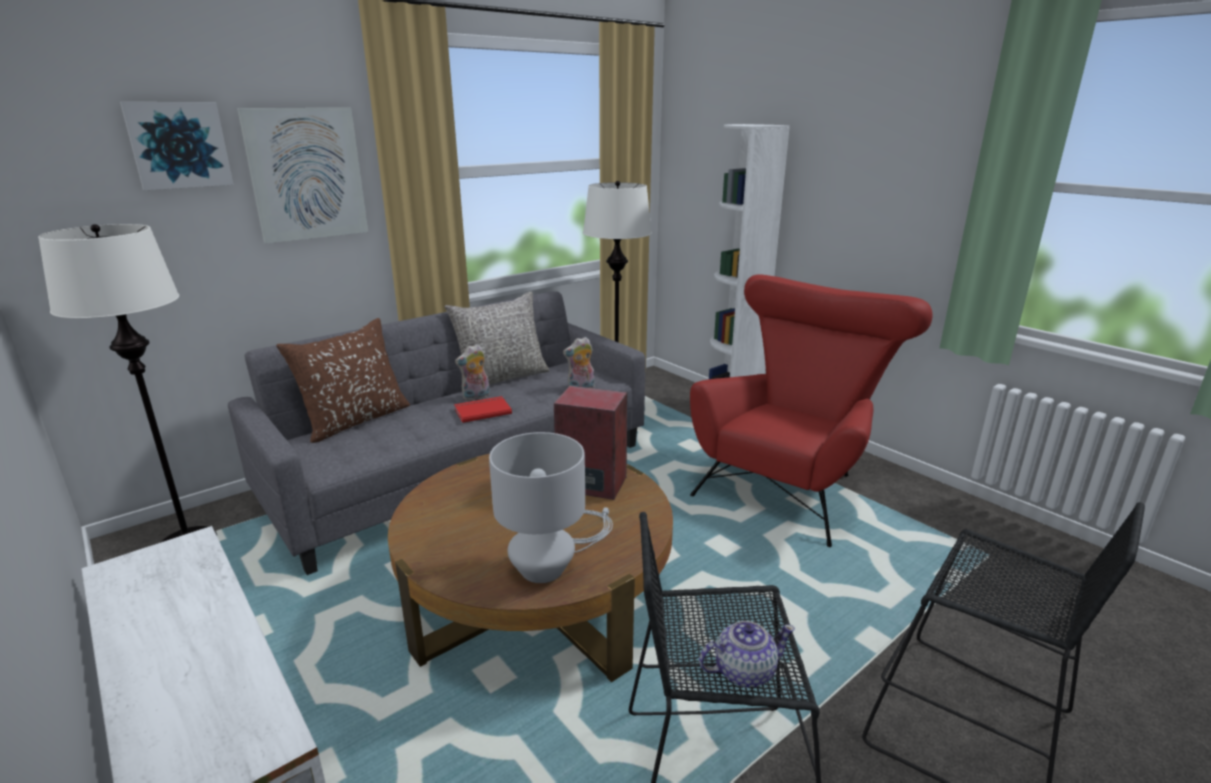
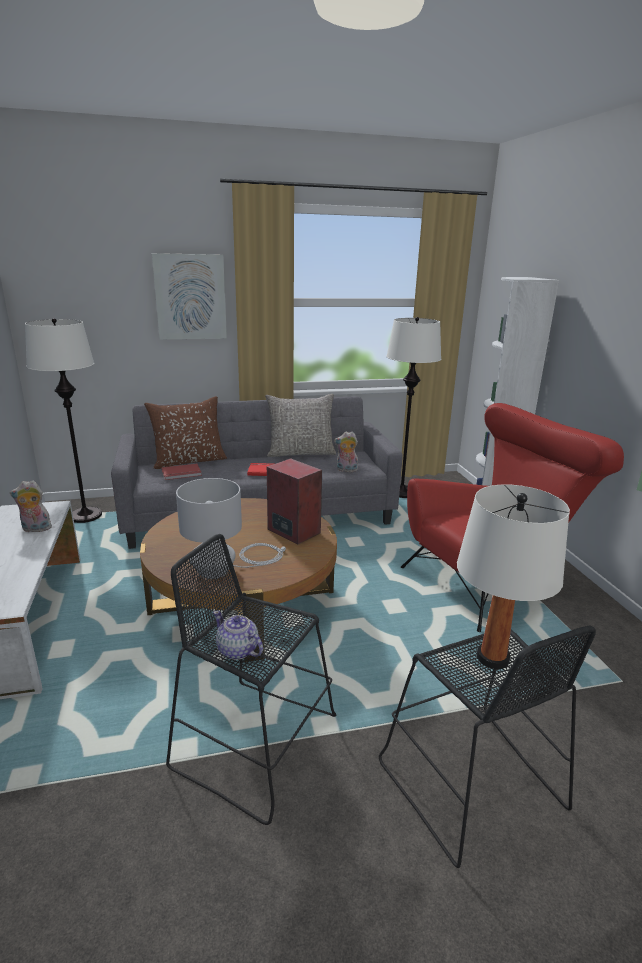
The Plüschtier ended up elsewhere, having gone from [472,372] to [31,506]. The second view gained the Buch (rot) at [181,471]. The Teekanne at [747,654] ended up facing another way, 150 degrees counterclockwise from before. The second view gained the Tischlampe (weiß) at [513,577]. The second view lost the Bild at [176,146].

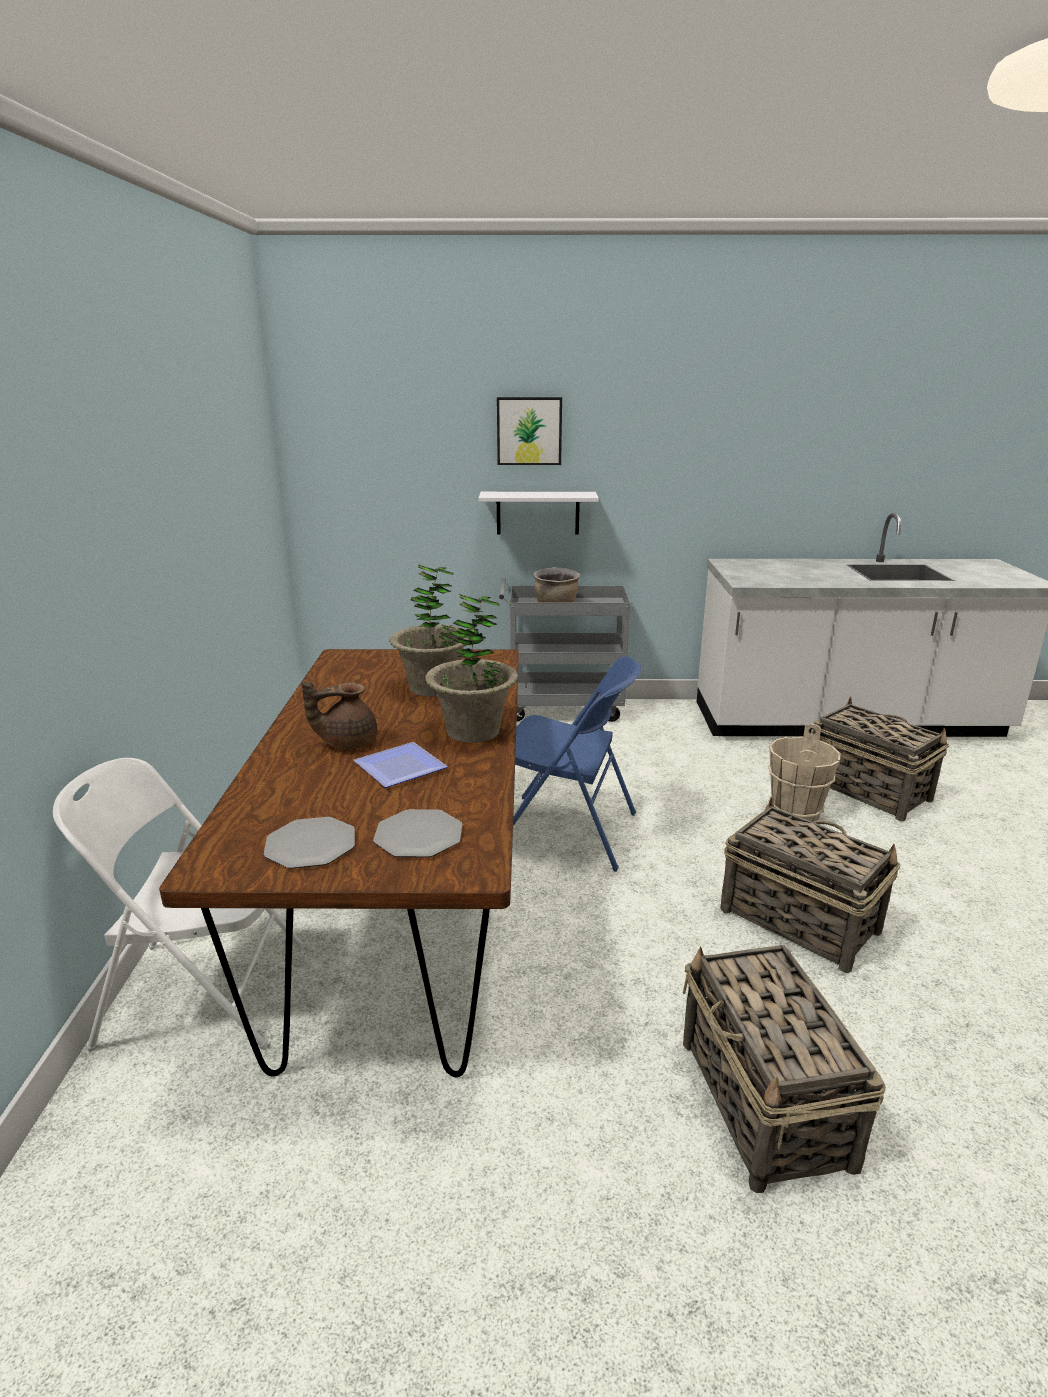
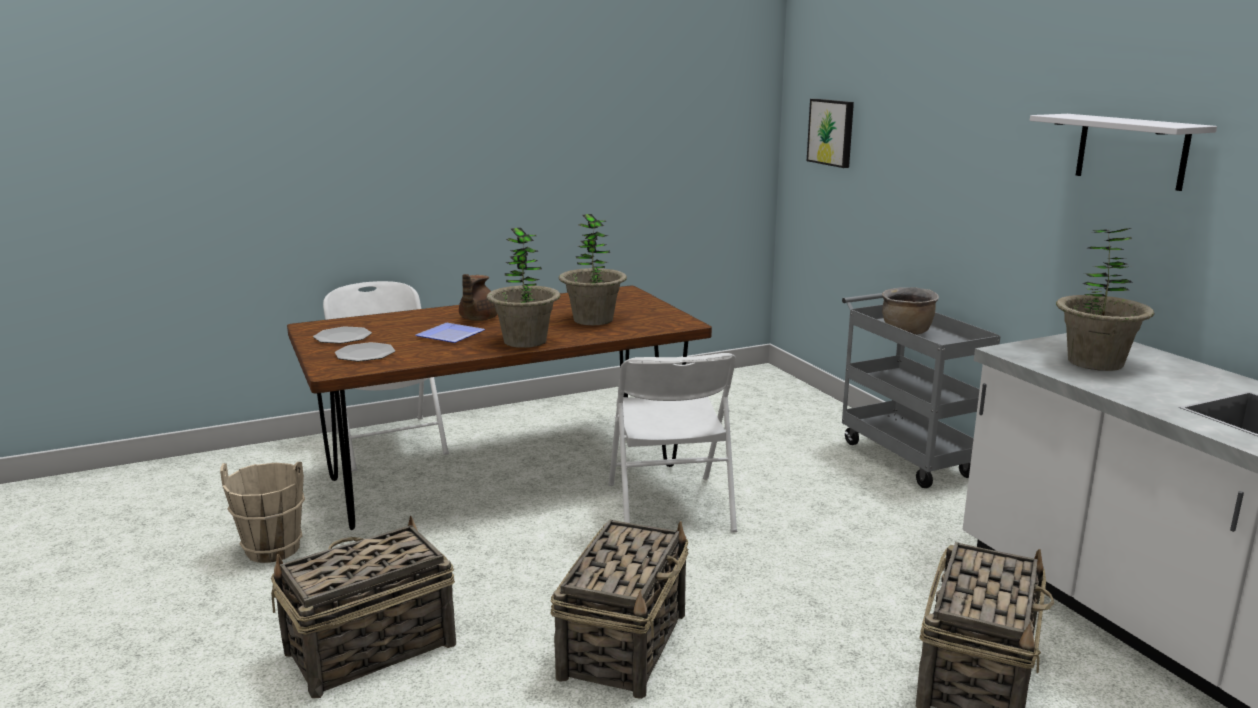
The Eimer (beige) ended up elsewhere, having gone from [804,772] to [262,512]. The Teekanne (braun) at [339,715] ended up facing another way, 120 degrees counterclockwise from before. What was the Stuhl (blau) at [577,764] turned into the Stuhl (weiß) at [672,443]. The Bild ended up elsewhere, having gone from [529,431] to [830,133]. The Wandregal (weiß) ended up elsewhere, having gone from [538,513] to [1123,152]. The second view gained the Topfpflanze at [1105,299].

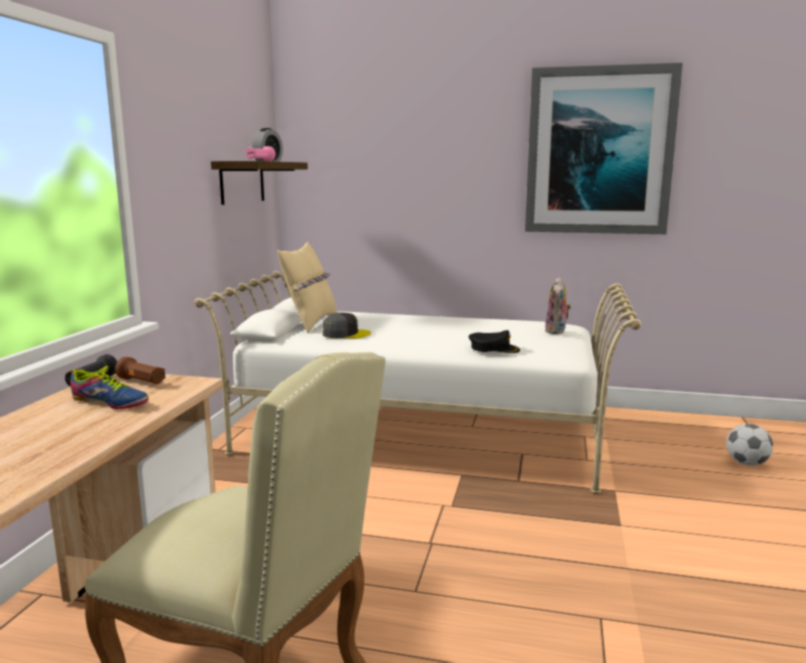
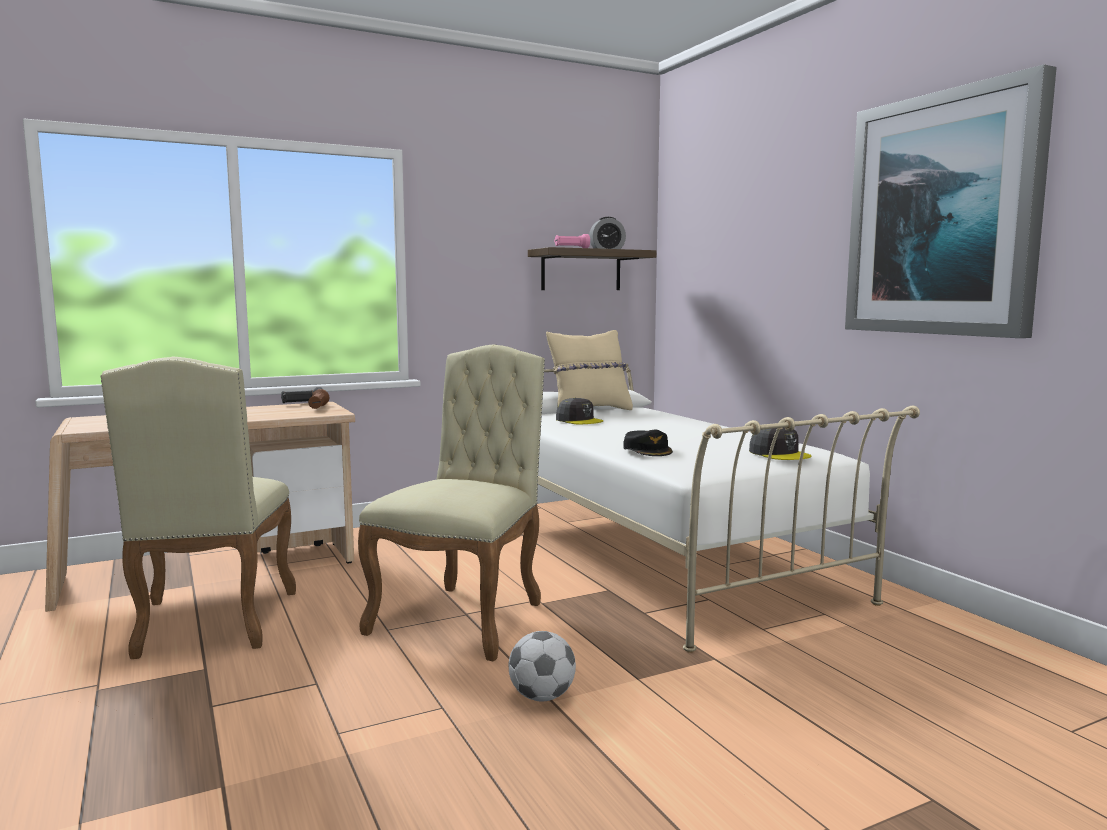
The second view gained the Stuhl (beige) at [451,502]. The Fußball ended up elsewhere, having gone from [749,445] to [542,666]. Where the Plüschtier stood at [558,305], the Kappe (grau) came to stand at [780,443]. The second view lost the Schuh at [109,387].

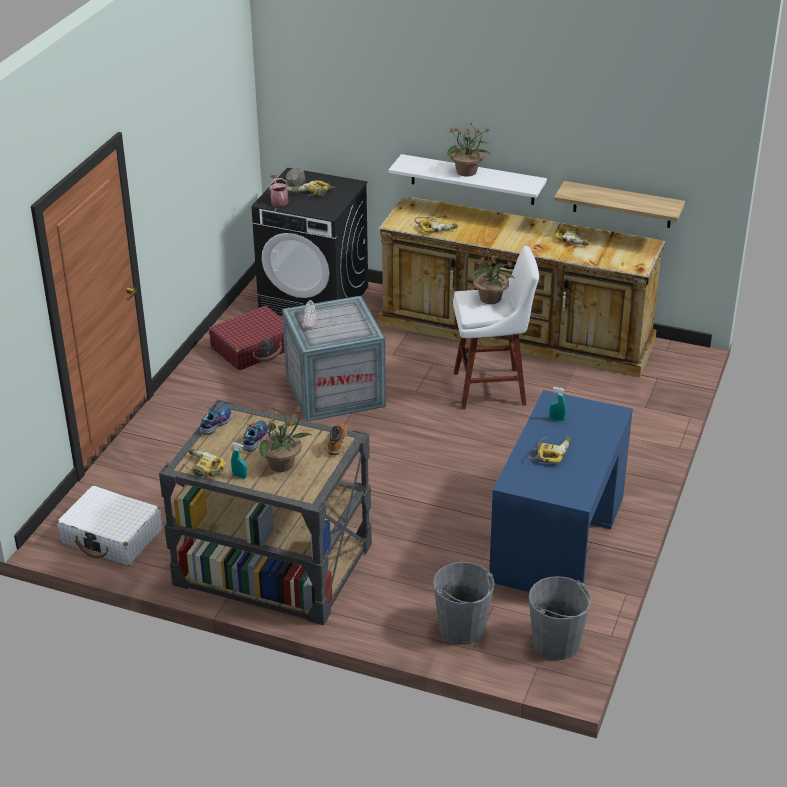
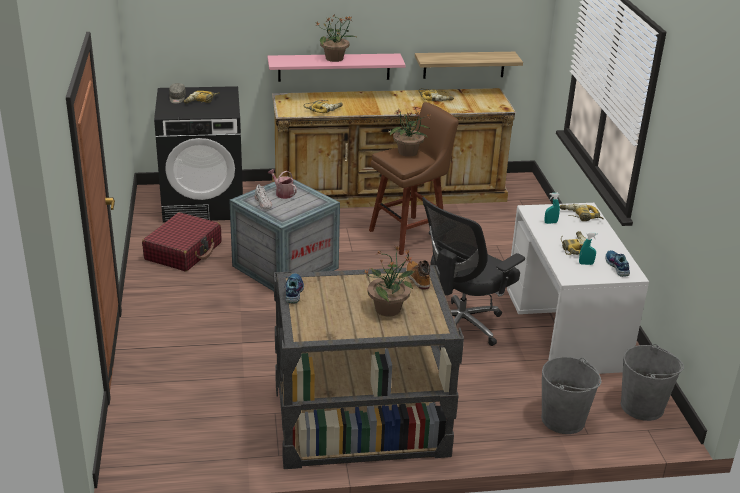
What was the Wandregal (weiß) at [467,179] turned into the Wandregal (rosa) at [337,68]. The Gießkanne ended up elsewhere, having gone from [279,190] to [282,184]. What was the Hocker (weiß) at [496,327] turned into the Hocker (braun) at [414,178]. The second view gained the Bürostuhl at [473,273]. What was the Schreibtisch (blau) at [561,491] turned into the Schreibtisch (weiß) at [578,288]. The Bohrmaschine ended up elsewhere, having gone from [204,464] to [581,212]. The Sprühflasche (türkis) ended up elsewhere, having gone from [239,461] to [588,248]. The Schuh ended up elsewhere, having gone from [255,436] to [617,263]. The second view lost the Koffer (weiß) at [109,526].

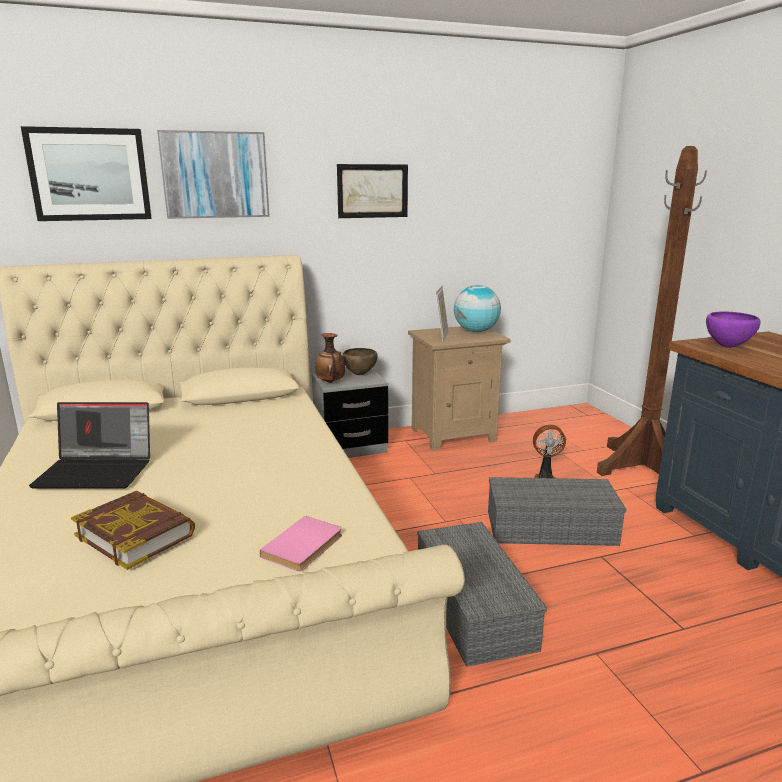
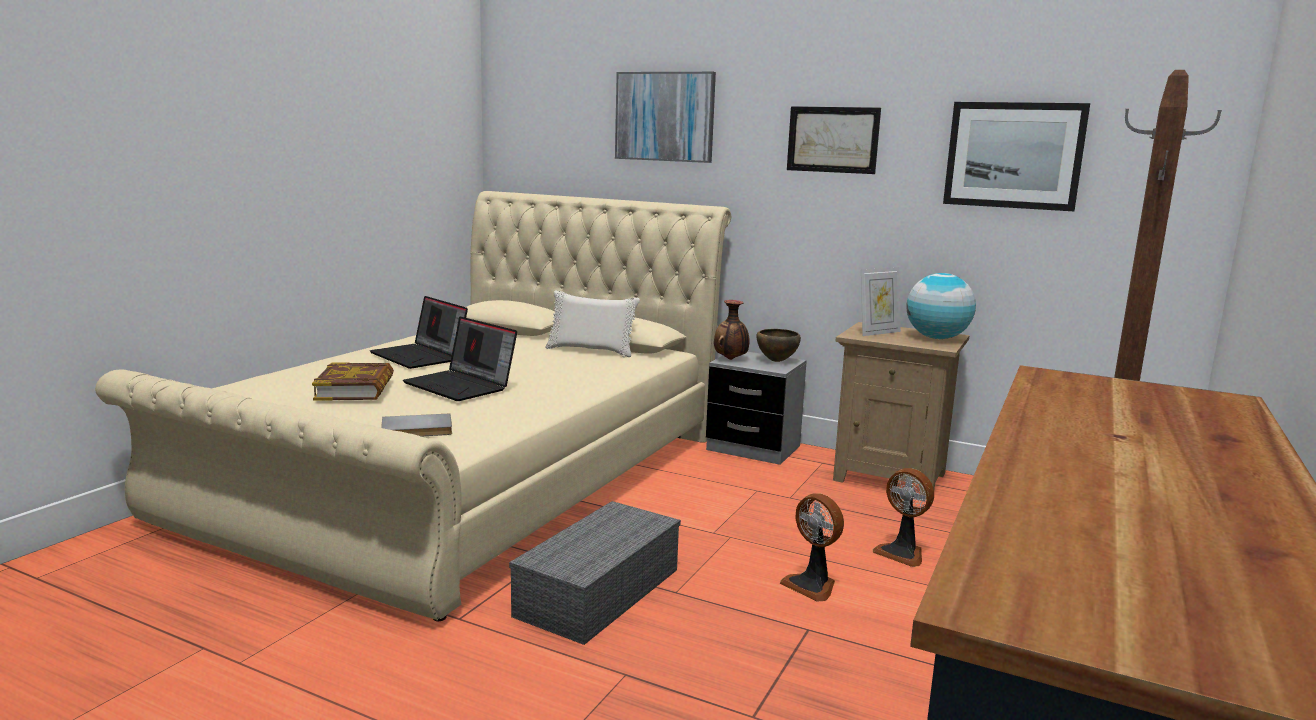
What was the Buch (rosa) at [300,543] turned into the Buch (grau) at [416,425]. The second view gained the Laptop at [460,359]. The second view gained the Kissen (weiß) at [593,324]. Where the Aufbewahrungsbox (grau) stood at [557,511], the Ventilator came to stand at [812,547]. The Bild ended up elsewhere, having gone from [86,173] to [1016,156]. The second view lost the Schüssel (lila) at [733,329].

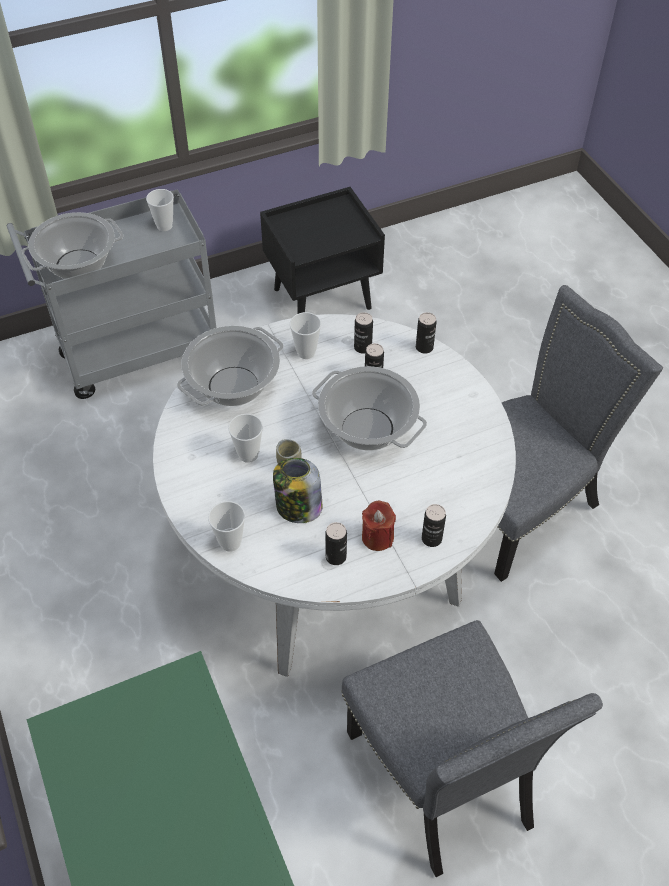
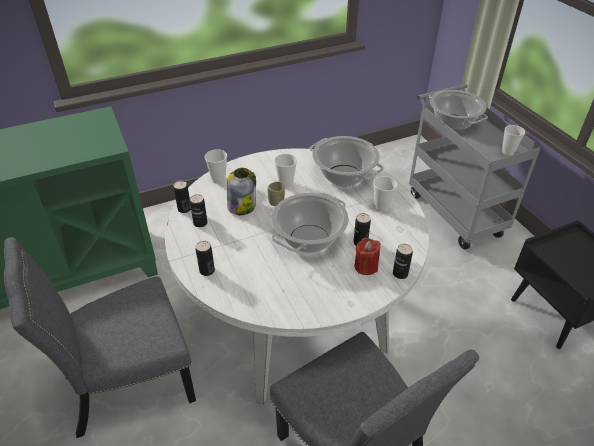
The Dose ended up elsewhere, having gone from [363,332] to [182,197]. The Kerze (rot) ended up elsewhere, having gone from [379,526] to [367,256].

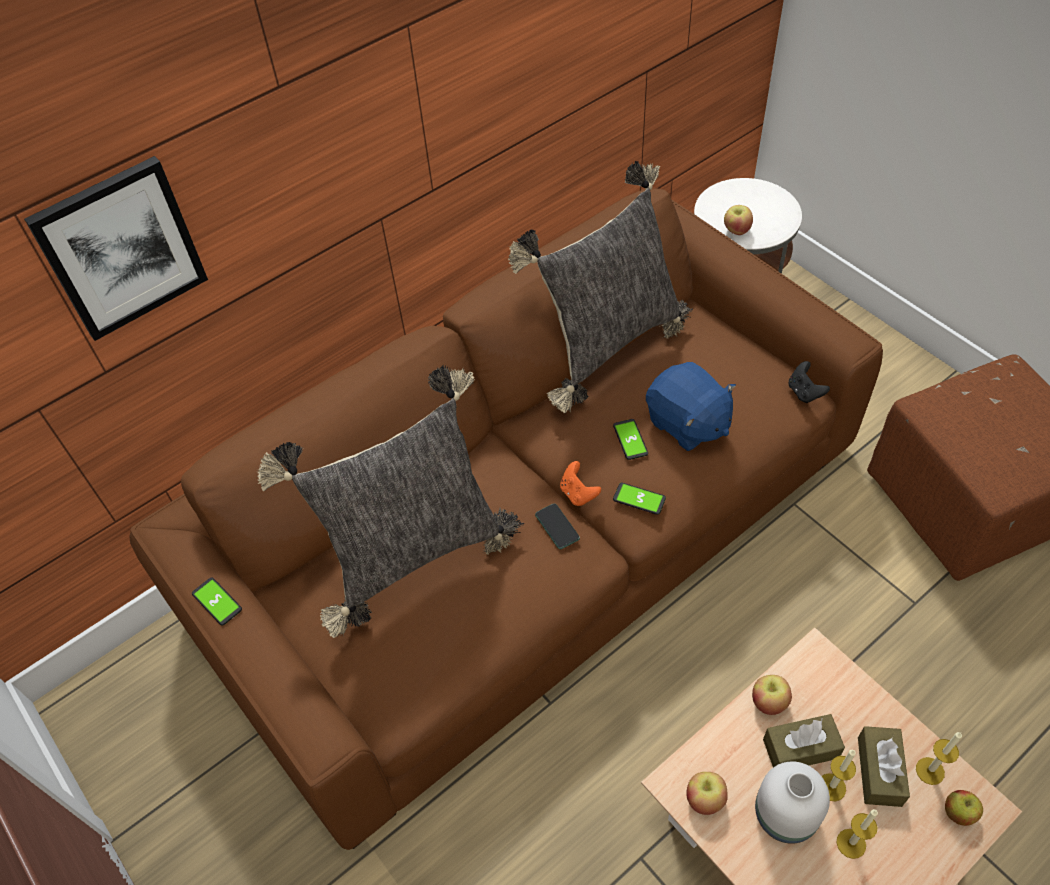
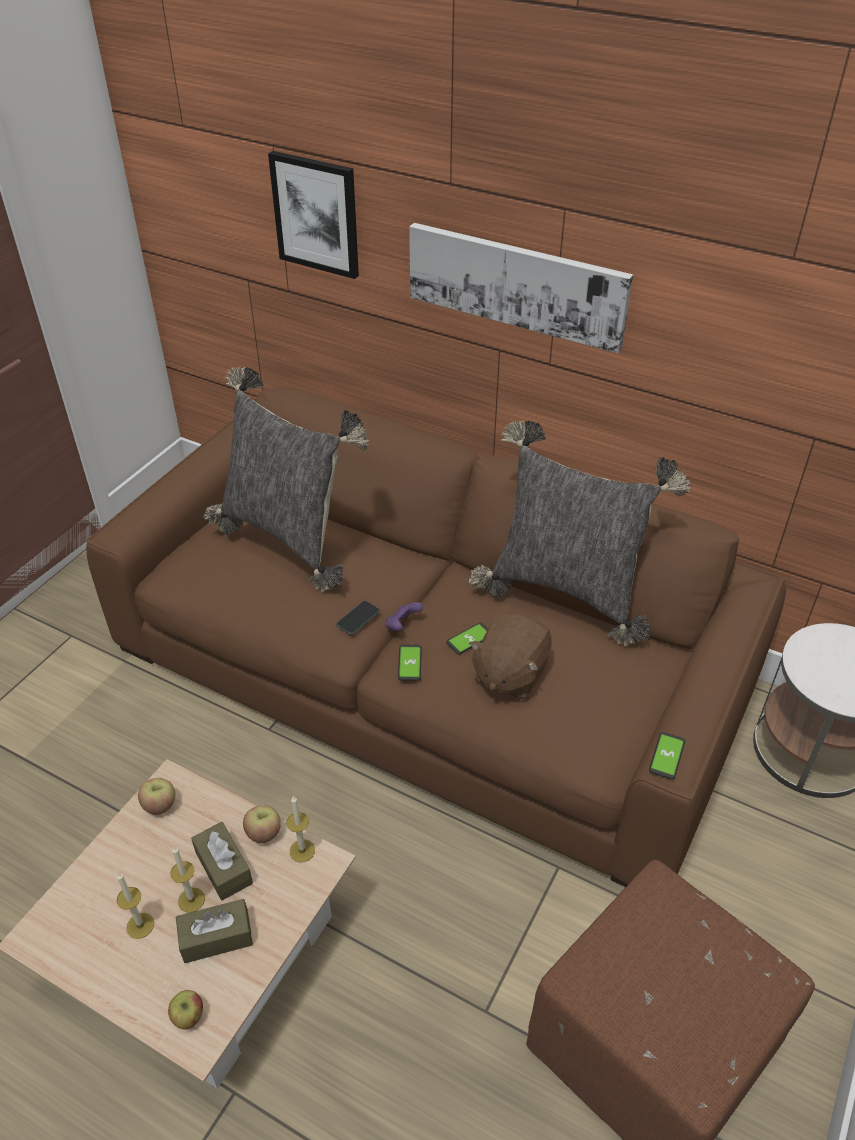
The Kerze ended up elsewhere, having gone from [939,758] to [300,829]. What was the Gamepad (orange) at [580,483] turned into the Gamepad (lila) at [404,616]. The second view gained the Bild at [521,288]. What was the Plüschtier (blau) at [691,406] turned into the Plüschtier (braun) at [510,656]. The Handy ended up elsewhere, having gone from [217,602] to [667,755]. The second view lost the Apfel at [738,220]. The second view lost the Vase (weiß) at [792,802]. The second view lost the Gamepad (schwarz) at [809,382].

